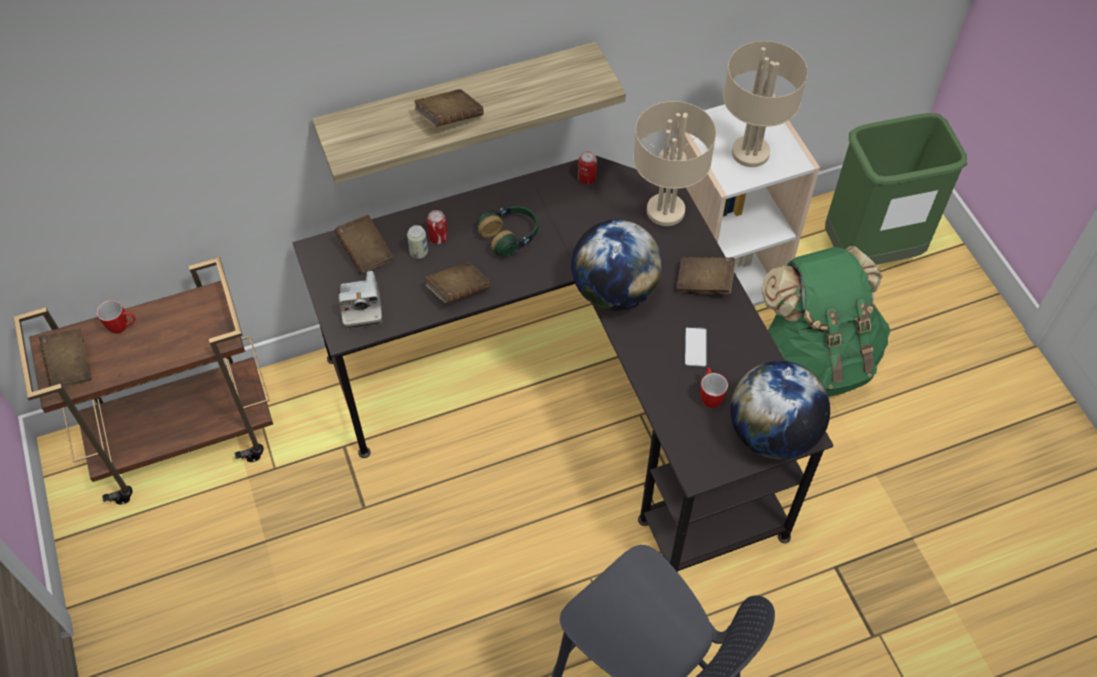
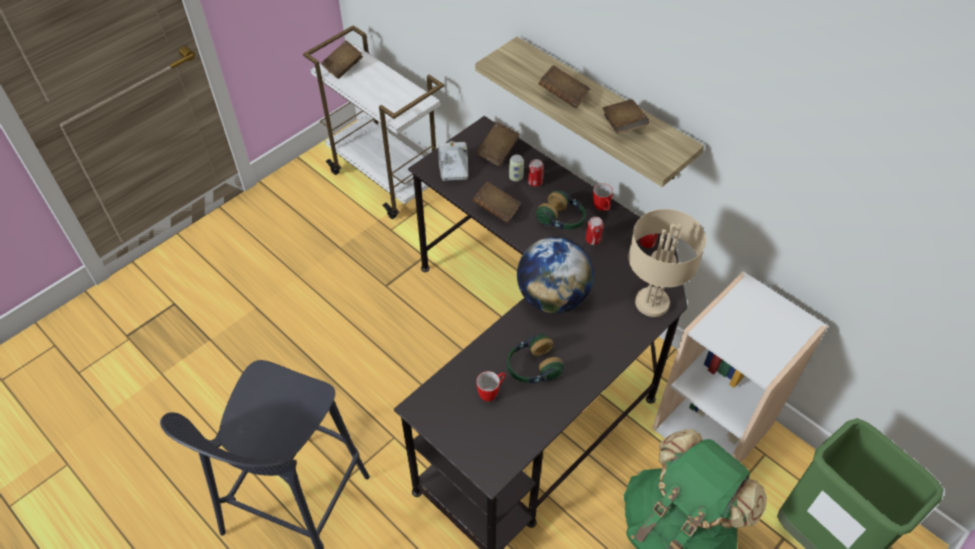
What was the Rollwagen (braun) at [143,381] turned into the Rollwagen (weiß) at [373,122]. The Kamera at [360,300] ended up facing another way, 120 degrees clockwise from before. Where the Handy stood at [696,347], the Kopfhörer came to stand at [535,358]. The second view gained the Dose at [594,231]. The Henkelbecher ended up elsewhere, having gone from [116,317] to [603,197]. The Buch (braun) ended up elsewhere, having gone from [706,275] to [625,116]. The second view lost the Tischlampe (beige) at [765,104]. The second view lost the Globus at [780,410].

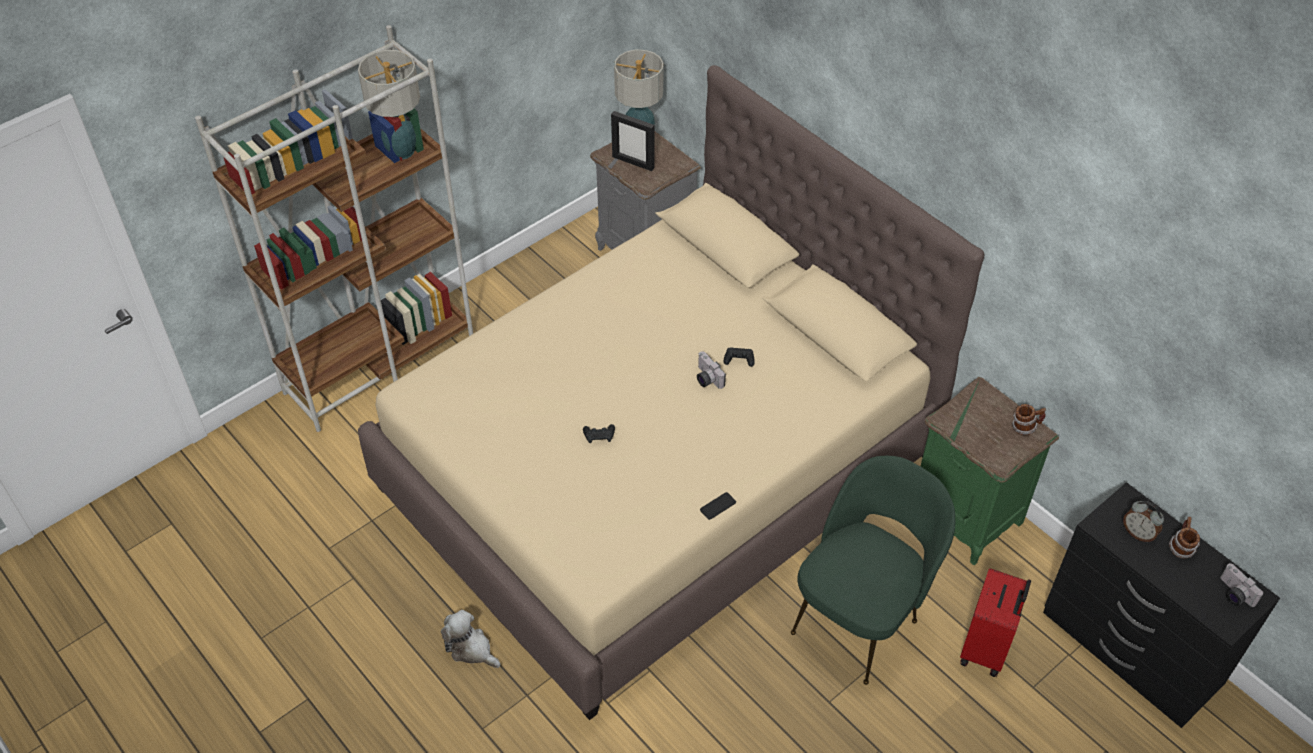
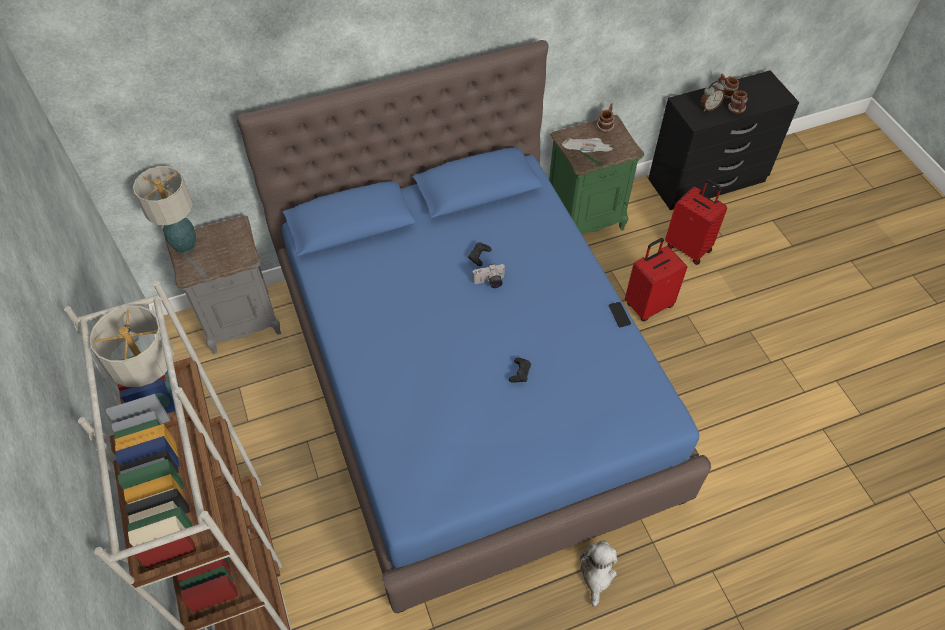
What was the Bett (beige) at [671,392] turned into the Bett (blau) at [474,326]. The second view gained the Zeitung at [588,145]. The Plüschtier at [470,639] ended up facing another way, 135 degrees clockwise from before. Where the Stuhl (grün) stood at [873,570], the Koffer (rot) came to stand at [656,279]. The second view gained the Henkelbecher at [738,101]. The second view lost the Bilderrahmen at [633,141]. The second view lost the Kamera at [1241,585].

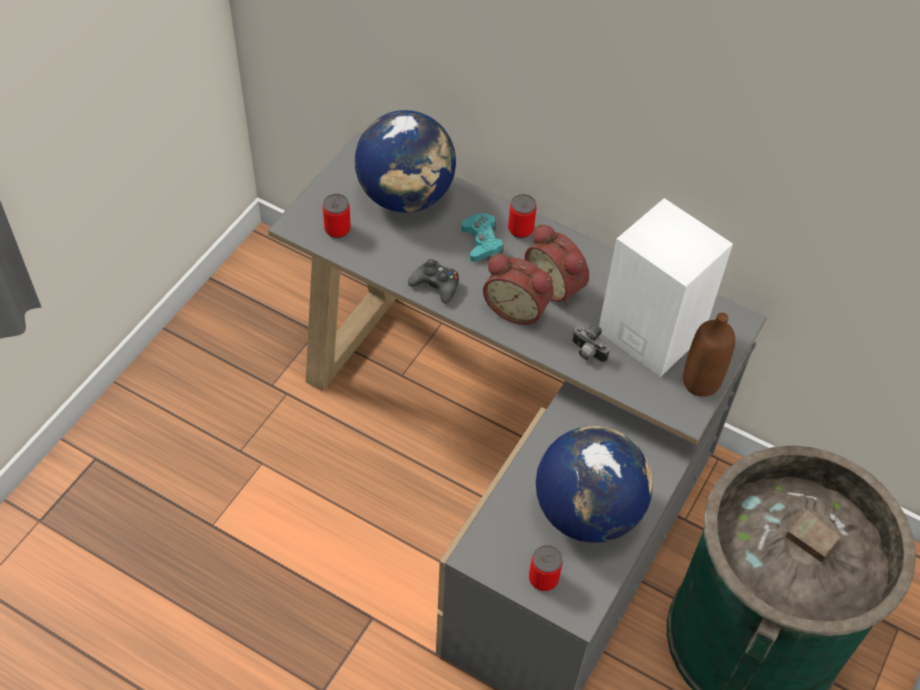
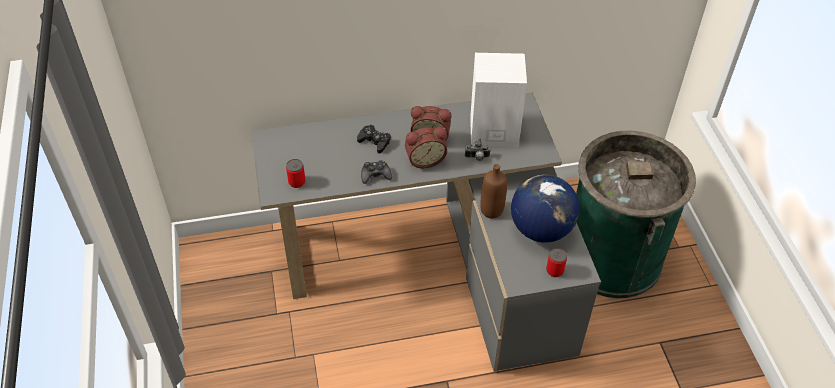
What was the Gamepad (türkis) at [482,237] turned into the Gamepad (schwarz) at [374,139]. The Flasche (braun) ended up elsewhere, having gone from [709,355] to [493,191]. The second view lost the Globus at [405,161]. The second view lost the Dose at [522,216].

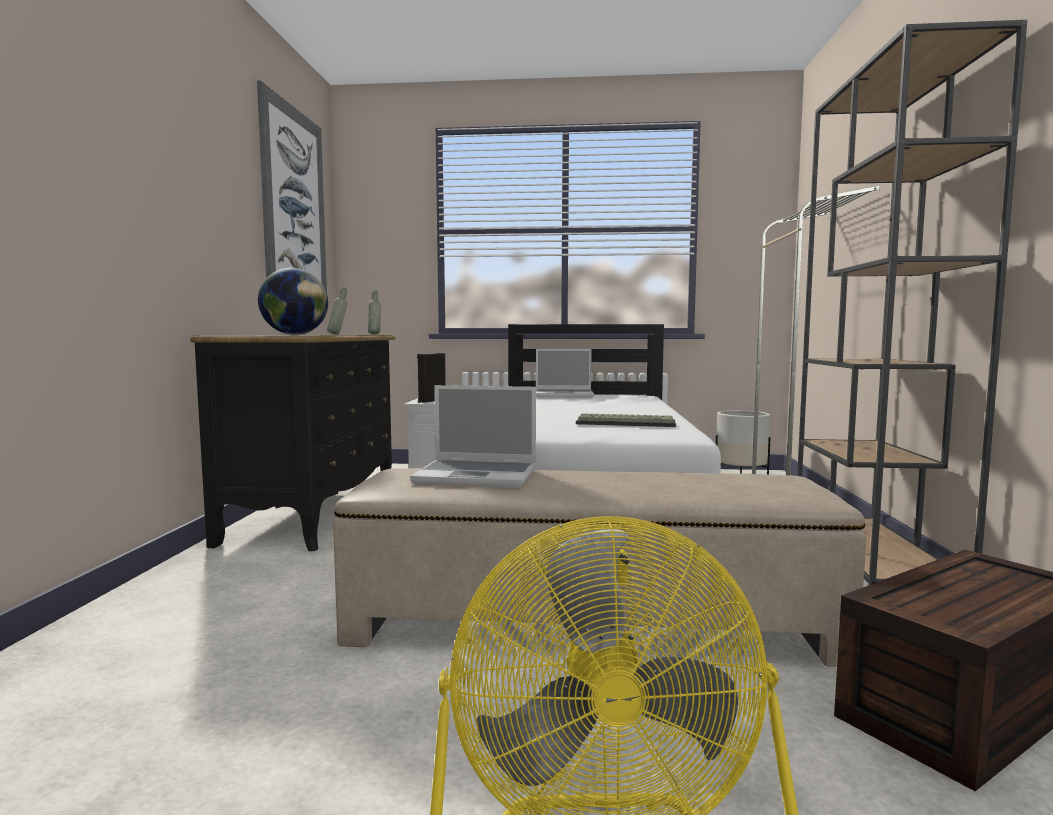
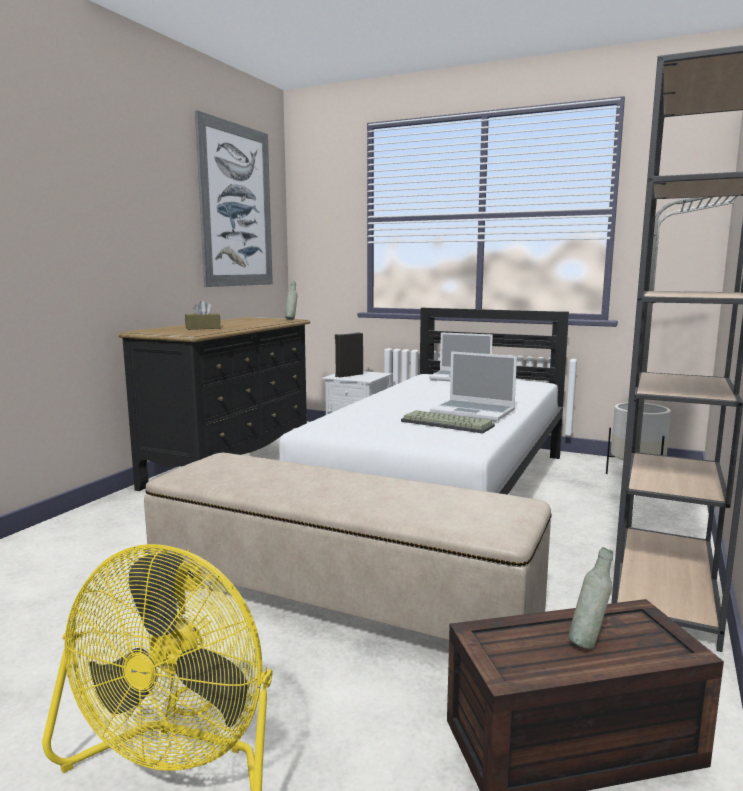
Where the Globus stood at [293,301], the Taschentuchbox (braun) came to stand at [202,315]. The Laptop ended up elsewhere, having gone from [473,436] to [473,386]. The Flasche (grau) ended up elsewhere, having gone from [337,311] to [590,598].

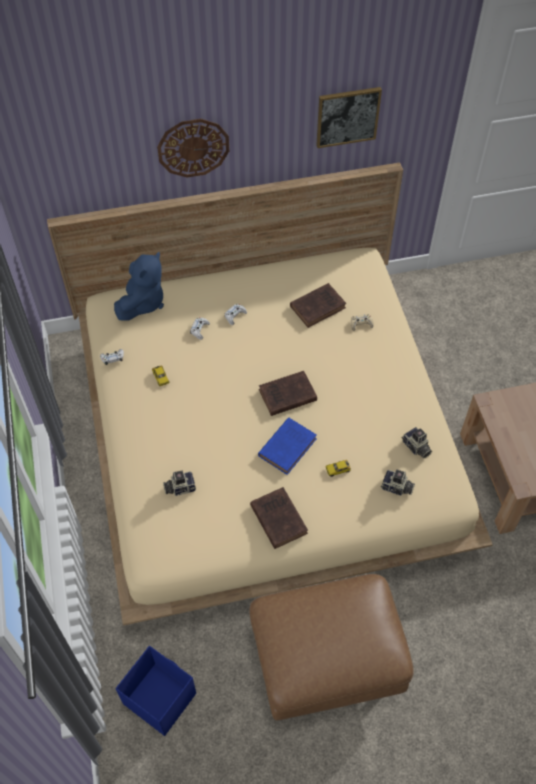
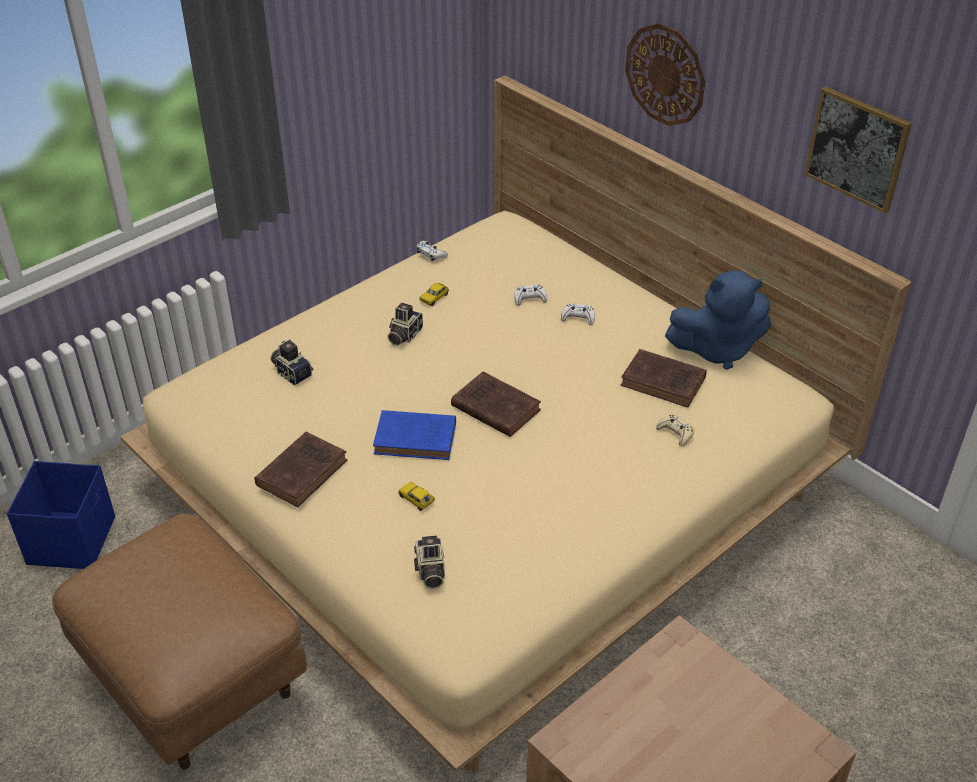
The Kamera ended up elsewhere, having gone from [417,443] to [405,324]. The Plüschtier (blau) ended up elsewhere, having gone from [139,286] to [718,320].

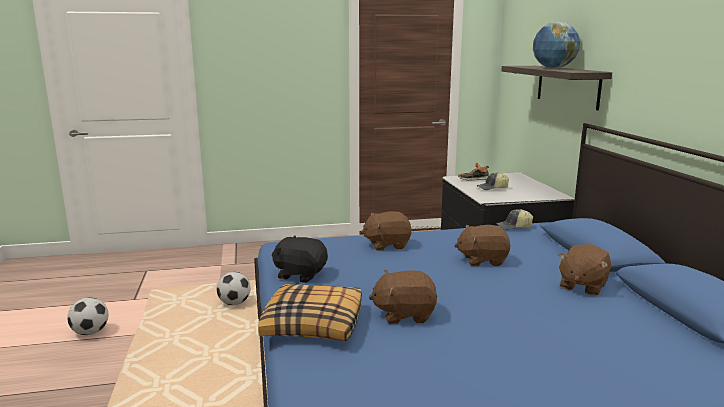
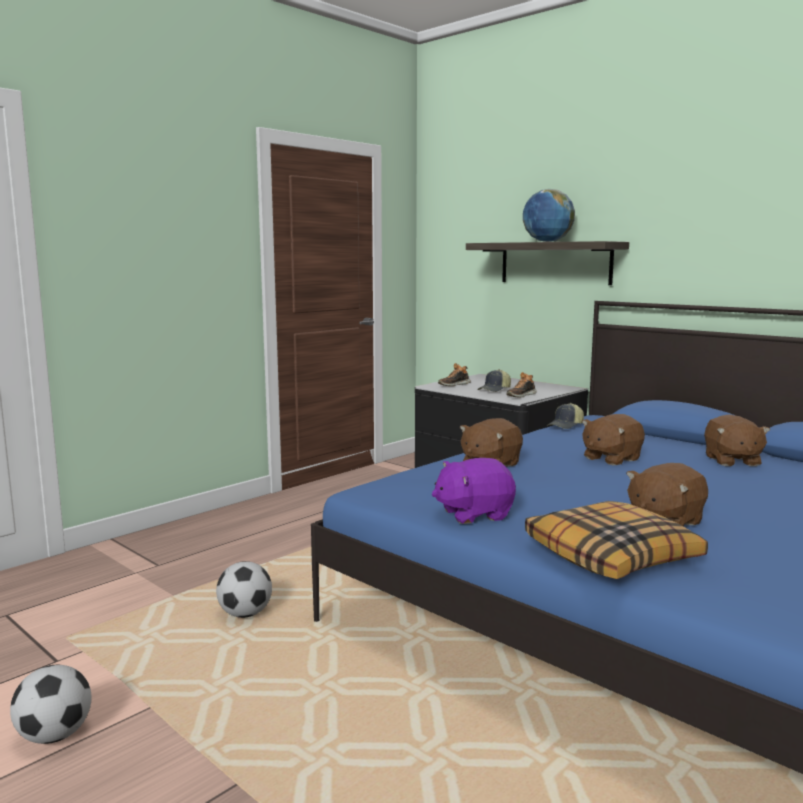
What was the Plüschtier (schwarz) at [300,259] turned into the Plüschtier (lila) at [474,491]. The second view gained the Schuh at [521,385].

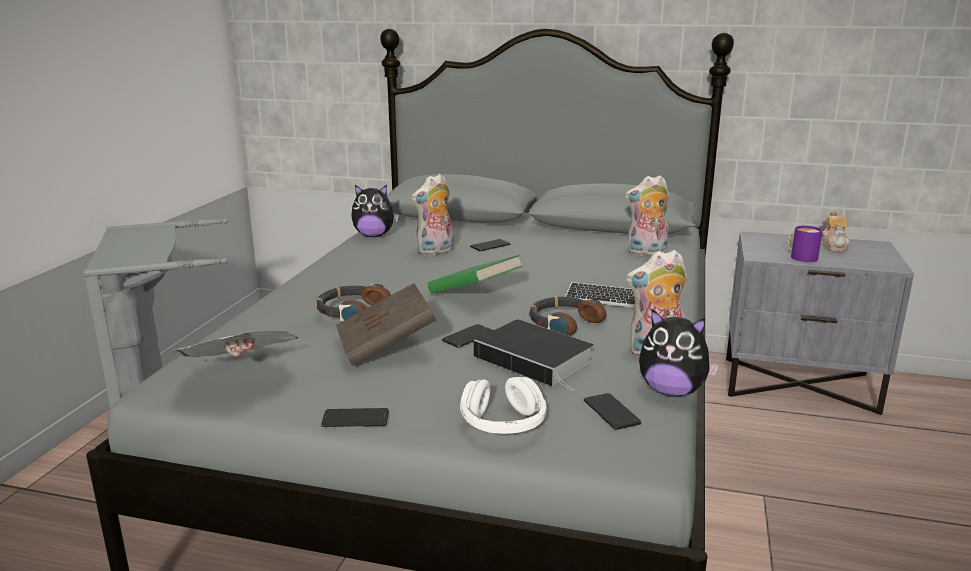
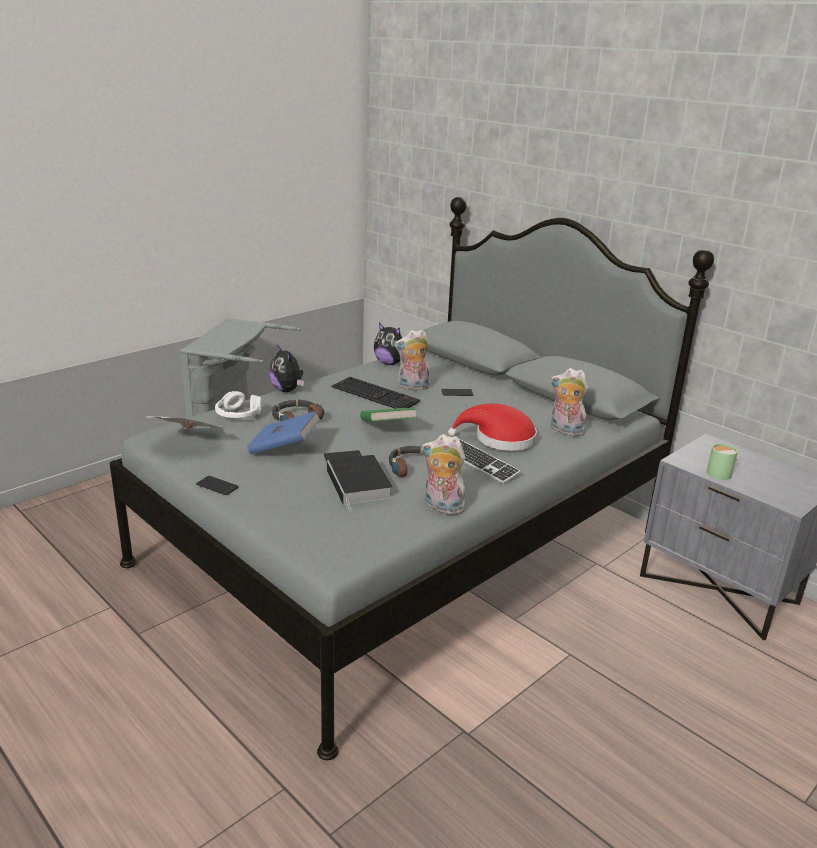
The Kopfhörer (weiß) ended up elsewhere, having gone from [503,405] to [238,404]. What was the Buch (braun) at [386,324] turned into the Buch (blau) at [284,432]. The Plüschtier ended up elsewhere, having gone from [679,353] to [286,368]. The second view gained the Tastatur at [376,393]. The second view gained the Hut (rot) at [492,427]. What was the Henkelbecher (lila) at [805,244] turned into the Henkelbecher (grün) at [722,461]. The second view lost the Handy at [612,411]. The second view lost the Teekanne at [835,231].

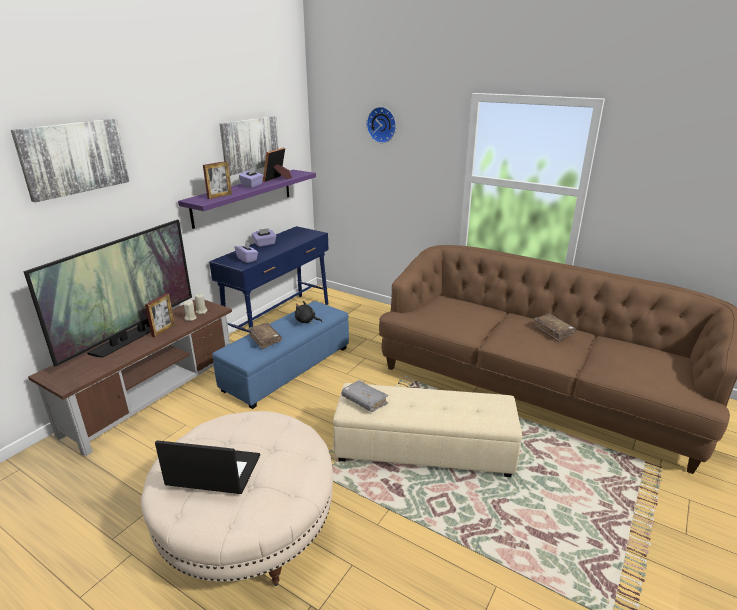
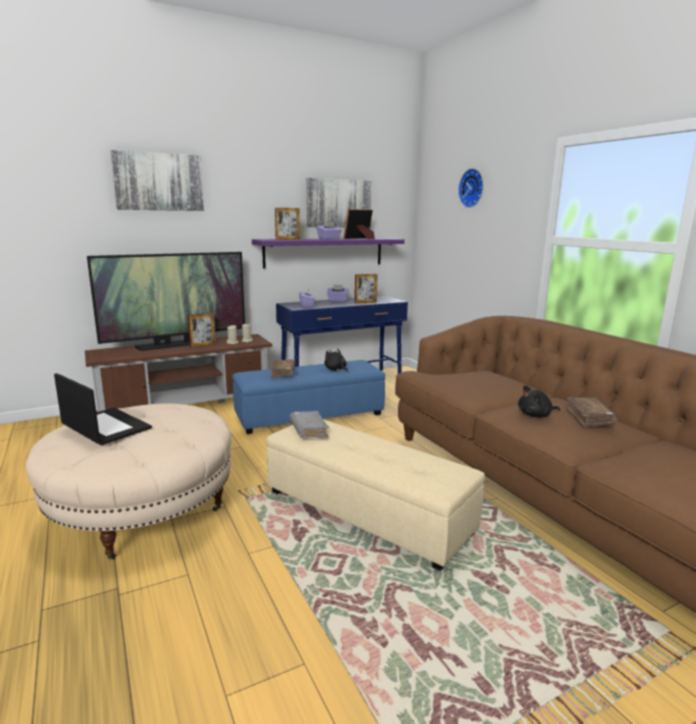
The second view gained the Bilderrahmen at [366,288]. The second view gained the Plüschtier (schwarz) at [539,401].

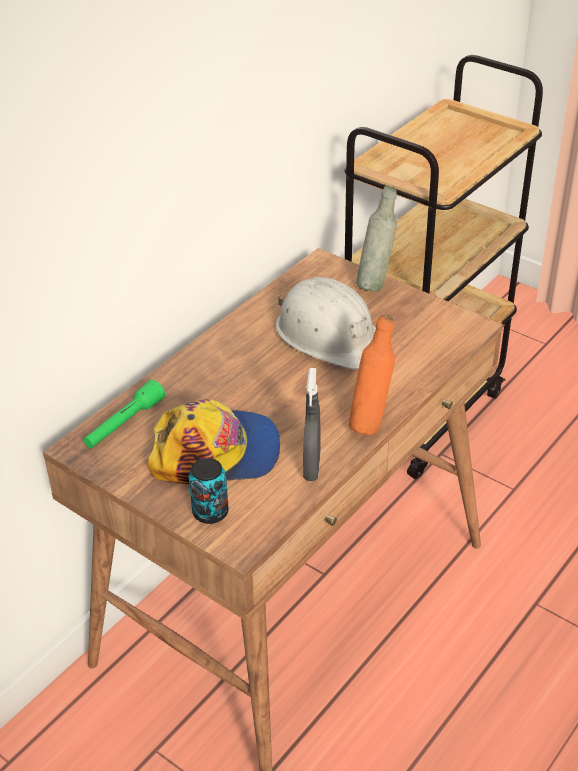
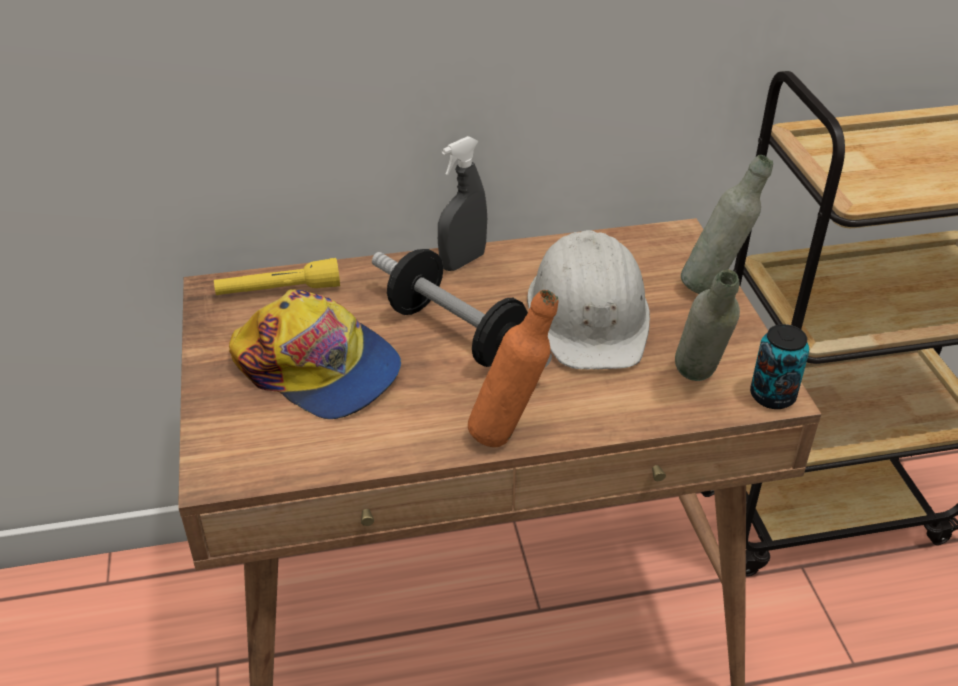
What was the Taschenlampe (grün) at [124,414] turned into the Taschenlampe (gelb) at [277,276]. The second view gained the Hantel at [462,308]. The Sprühflasche (grau) ended up elsewhere, having gone from [312,424] to [462,203]. The second view gained the Flasche (grau) at [707,325]. The Dose ended up elsewhere, having gone from [209,491] to [779,366].

